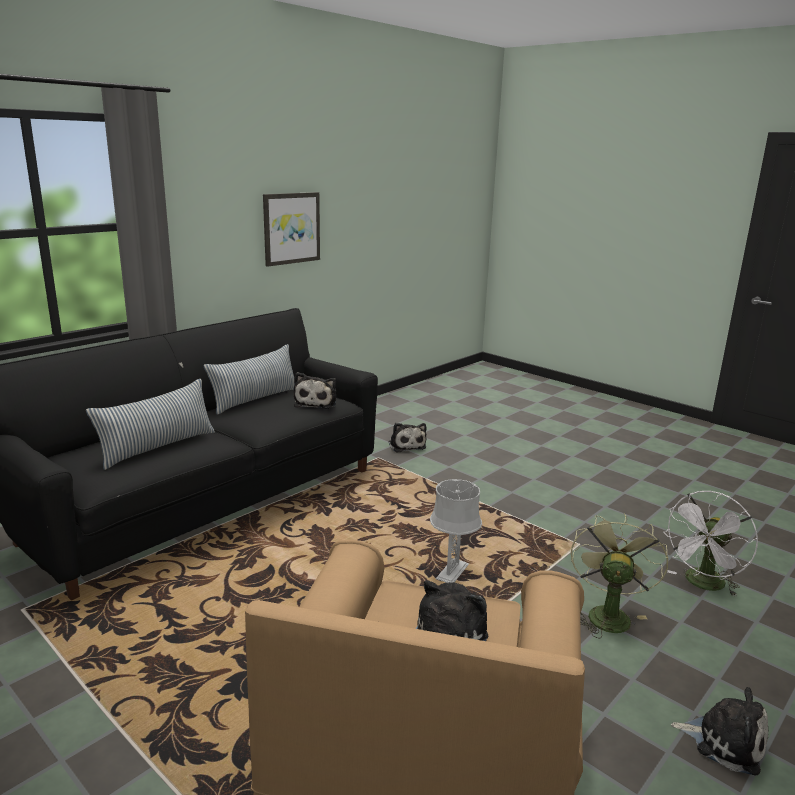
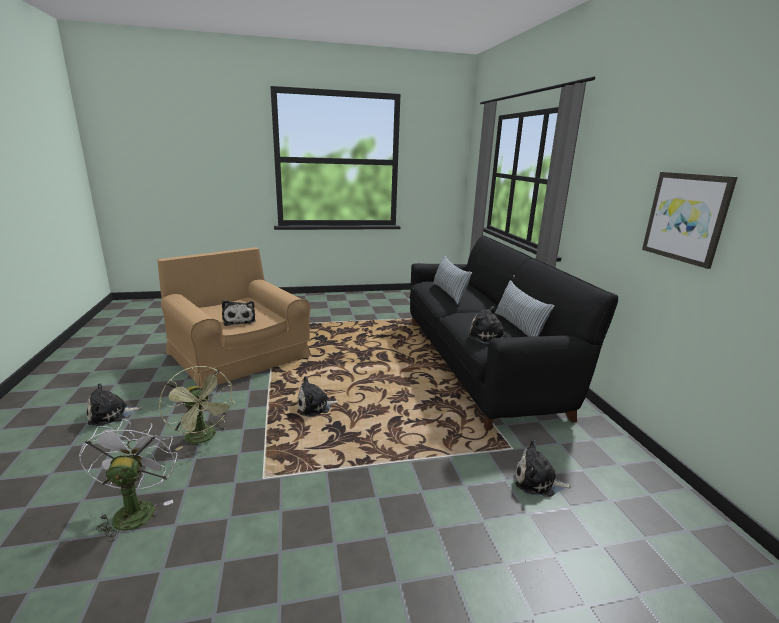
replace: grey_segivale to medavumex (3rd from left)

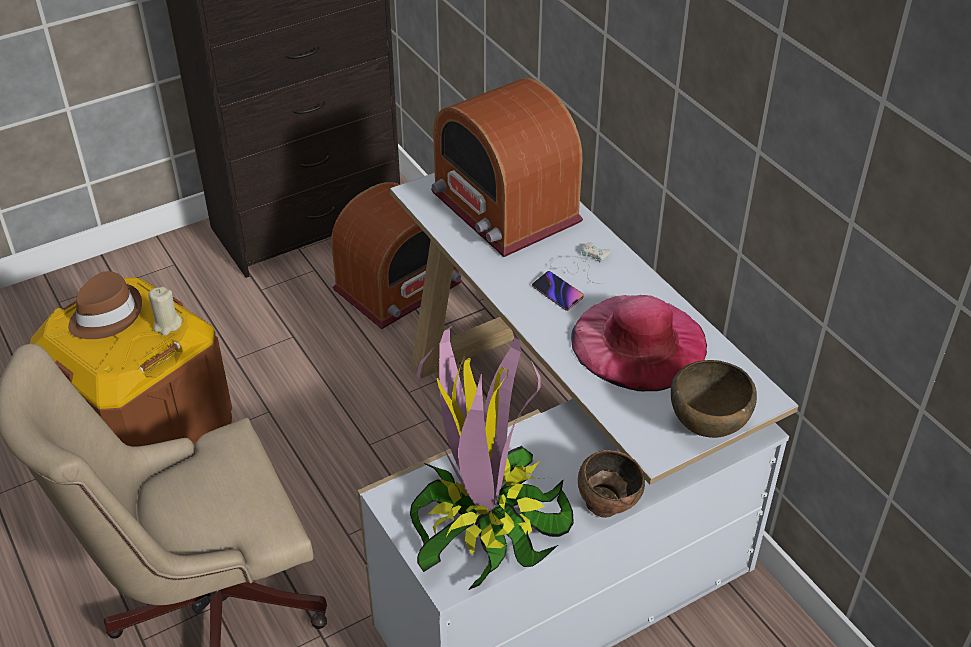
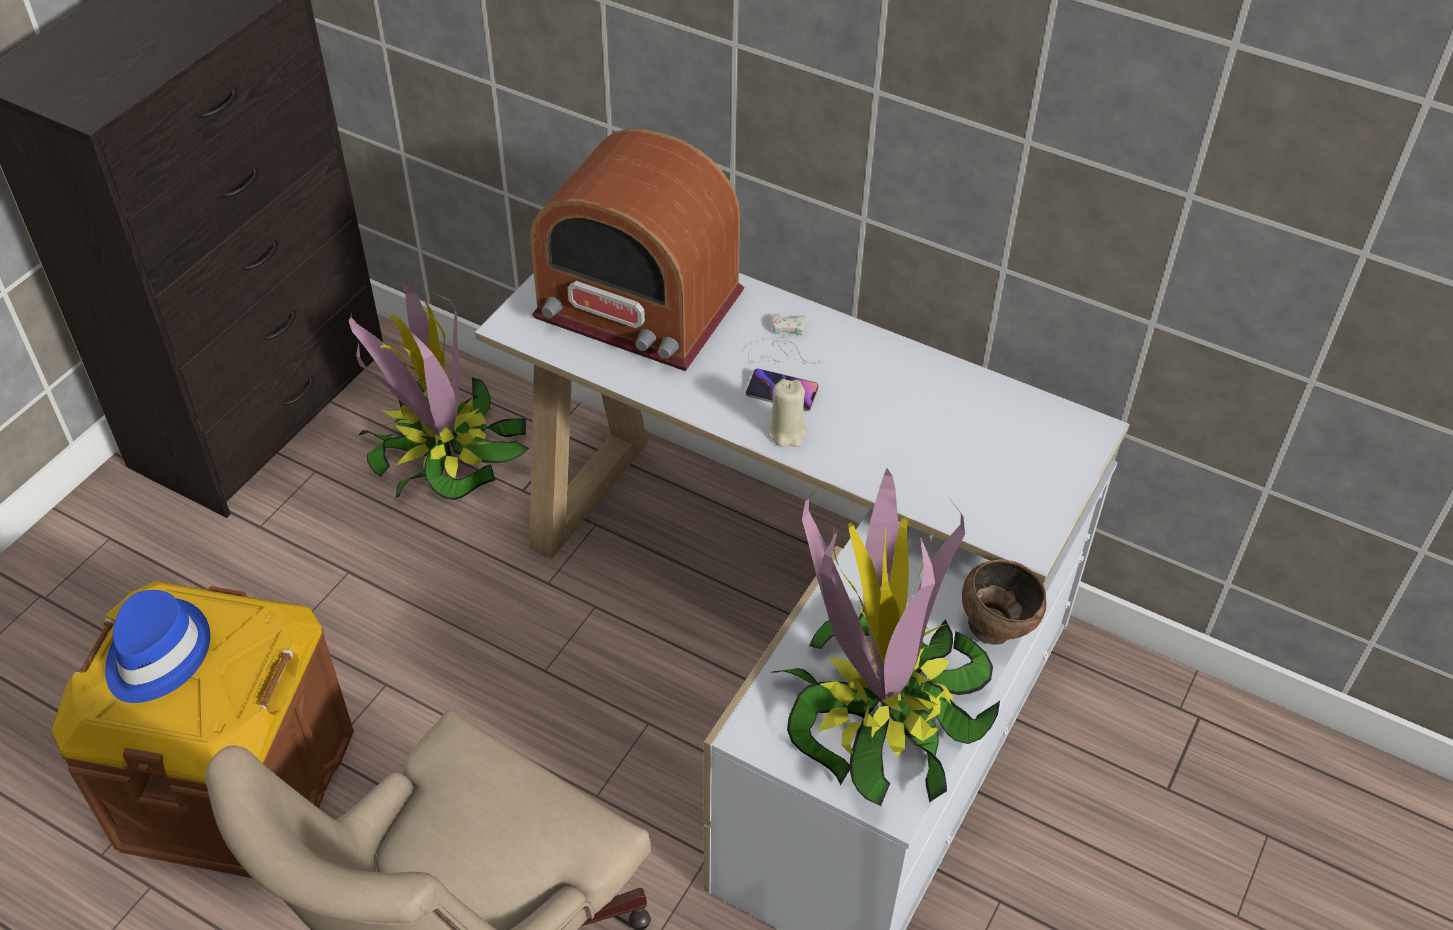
delete: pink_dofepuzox; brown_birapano (2nd from left)
move: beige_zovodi
replace: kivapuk (1st from left) to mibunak (1st from left)
recolor: brown_dofepuzox to blue_dofepuzox

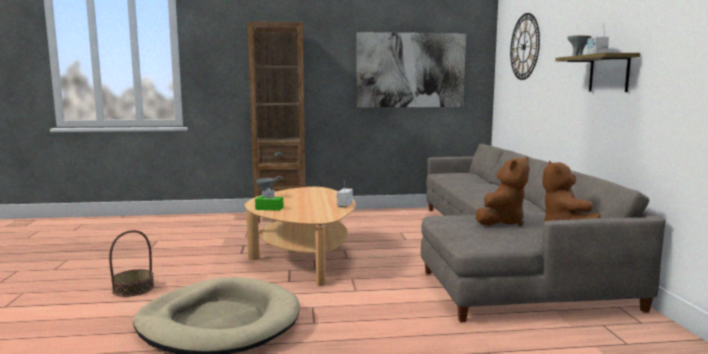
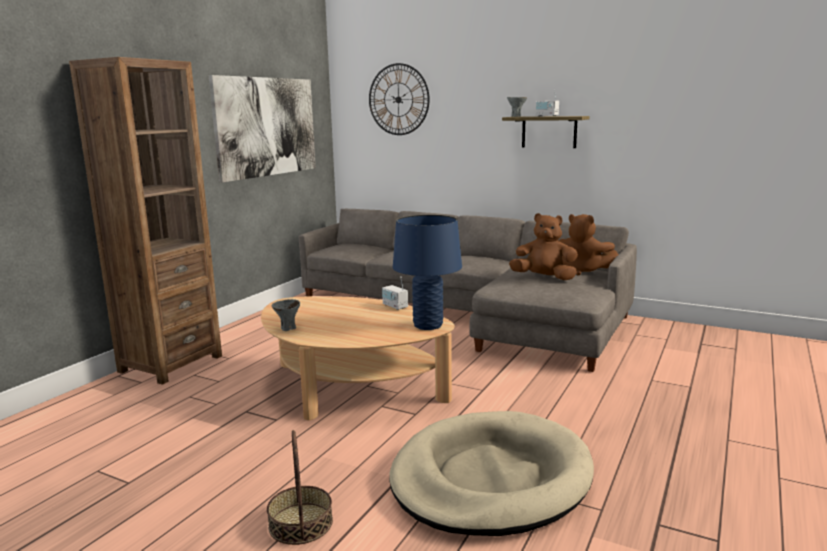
delete: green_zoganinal
insert: blue_segivale
rotate: brown_medavumex (1st from left) 60 degrees counterclockwise

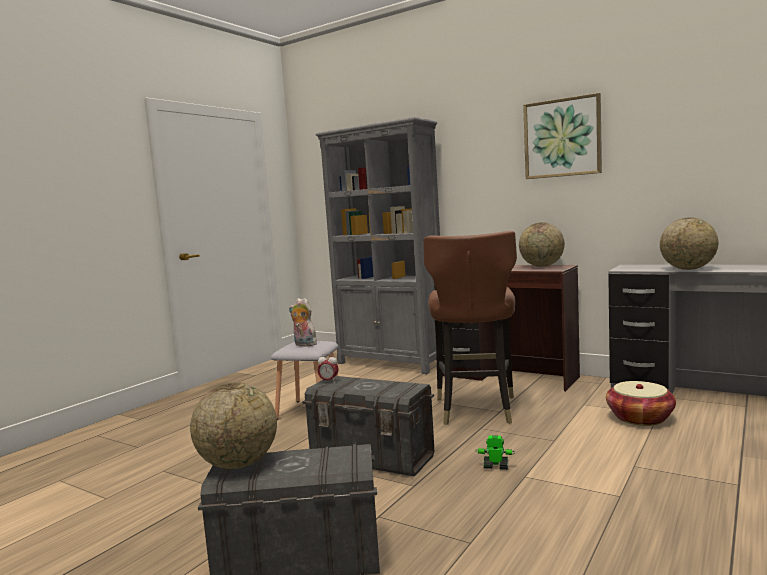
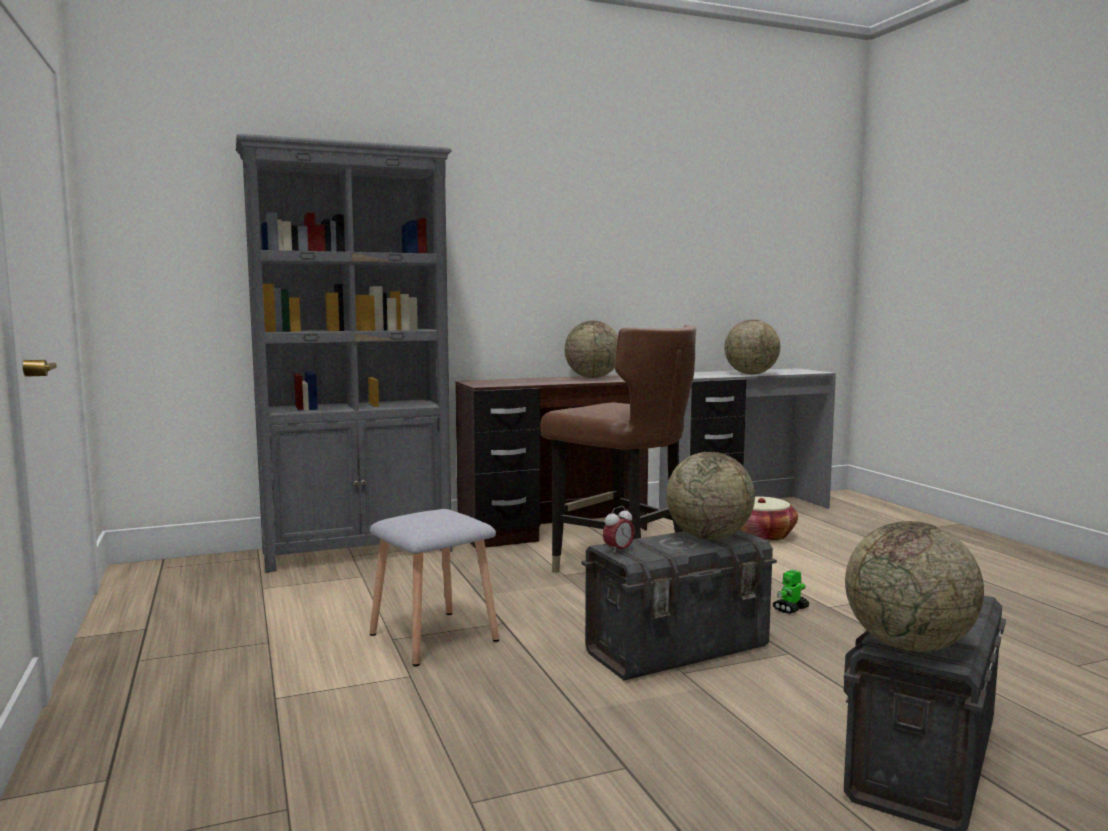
delete: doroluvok; medavumex
insert: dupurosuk (2nd from left)

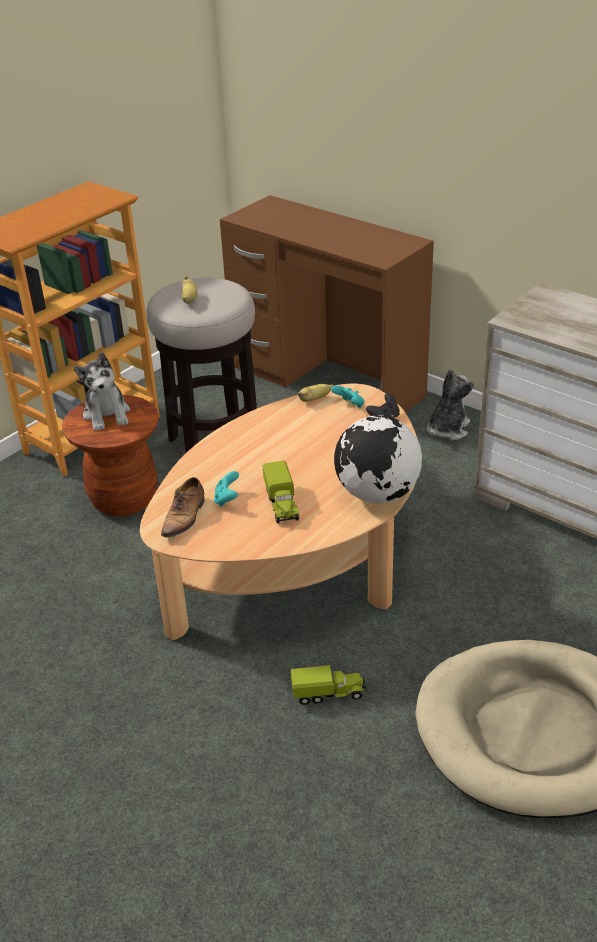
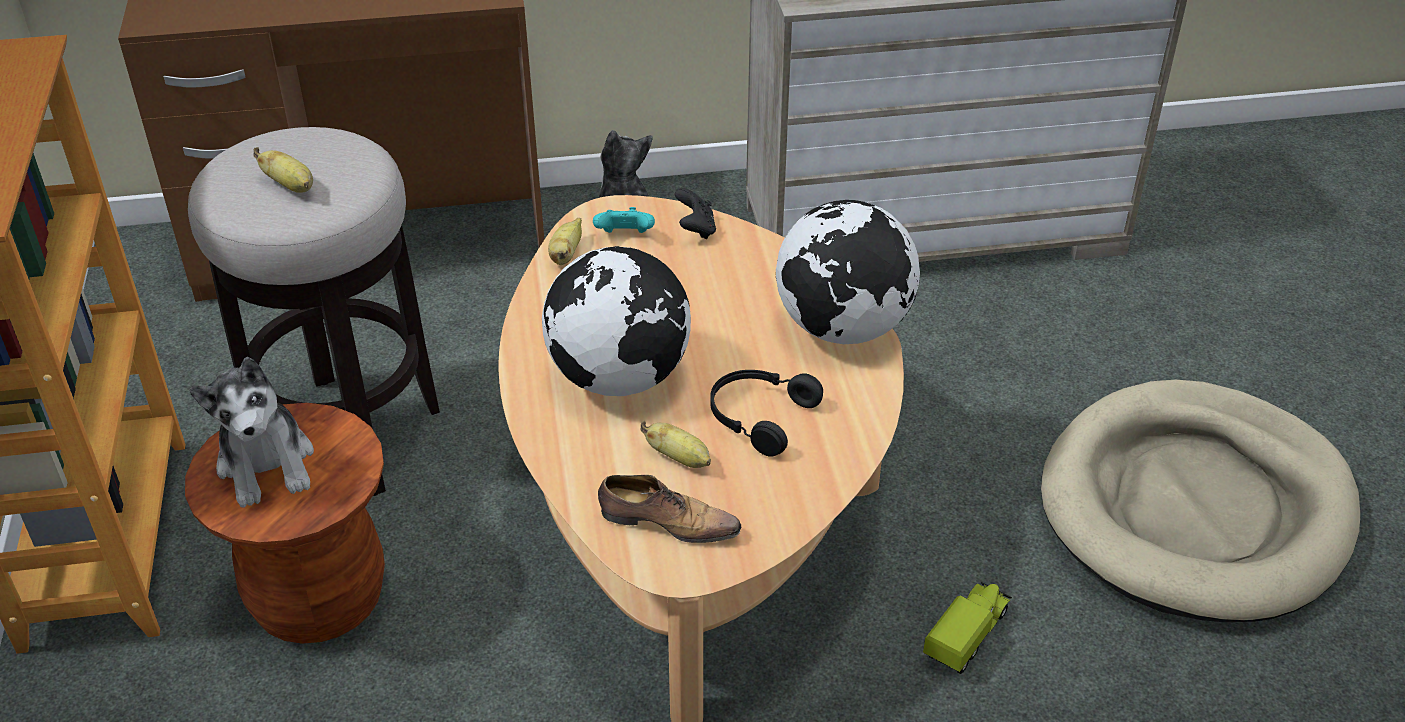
insert: dupurosuk (1st from left)
replace: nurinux (1st from left) to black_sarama; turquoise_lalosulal (1st from left) to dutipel (3rd from left)
rotate: medavumex (1st from left) 45 degrees clockwise; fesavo 45 degrees counterclockwise

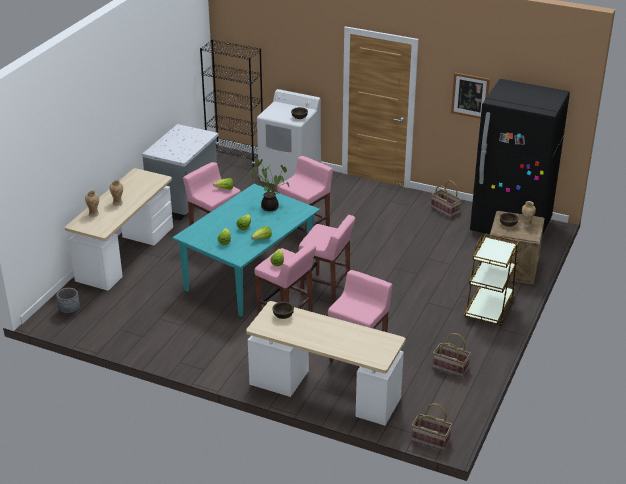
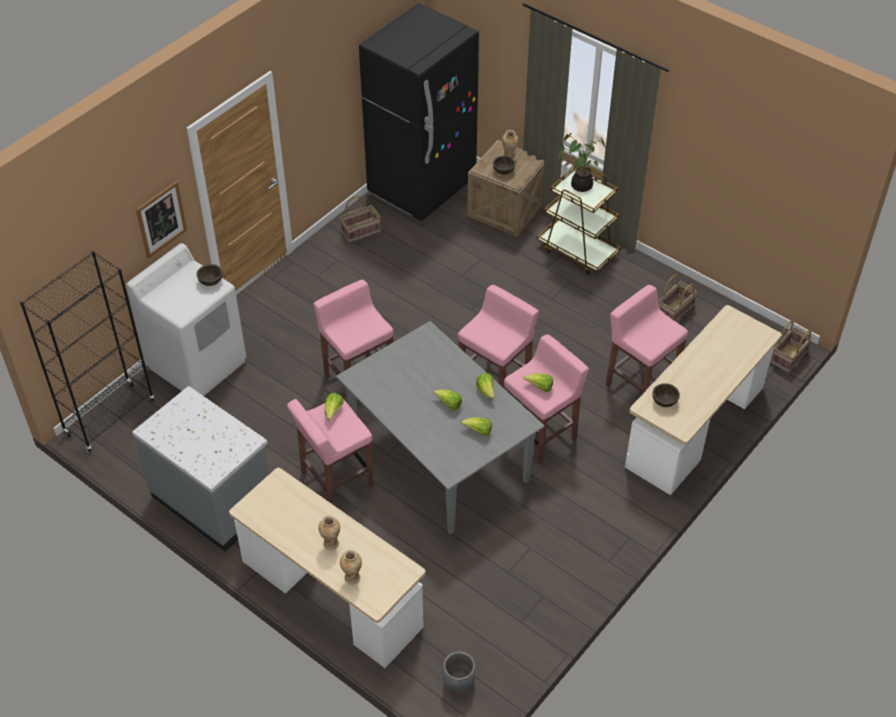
move: doroluvok; mibunak
recolor: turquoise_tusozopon to grey_tusozopon

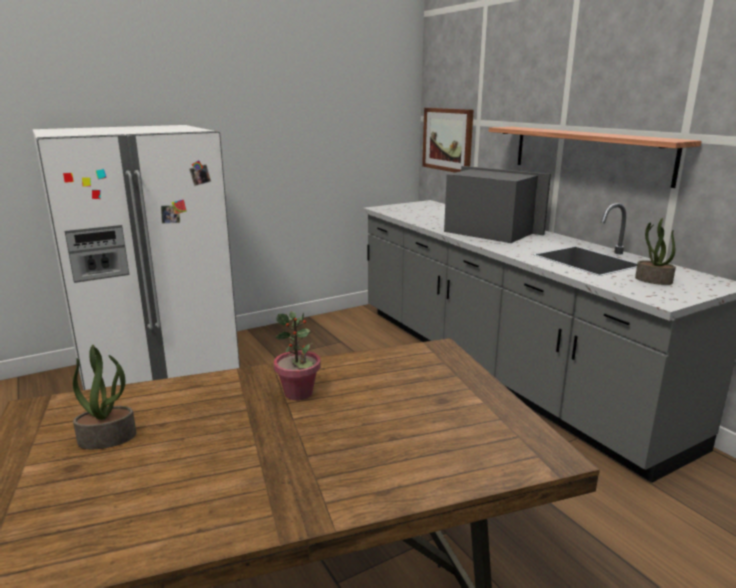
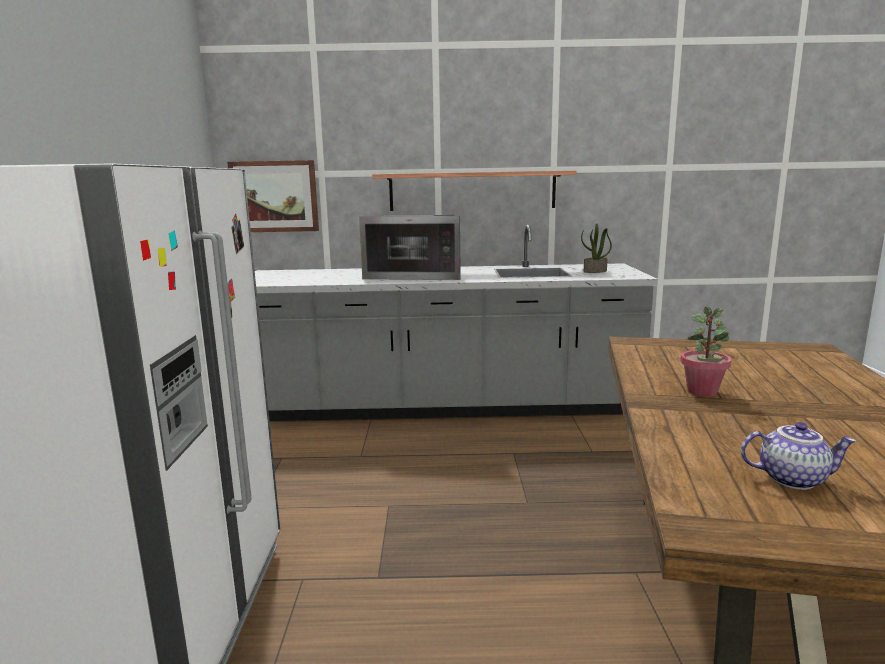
replace: mibunak (1st from left) to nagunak
rotate: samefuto 150 degrees counterclockwise

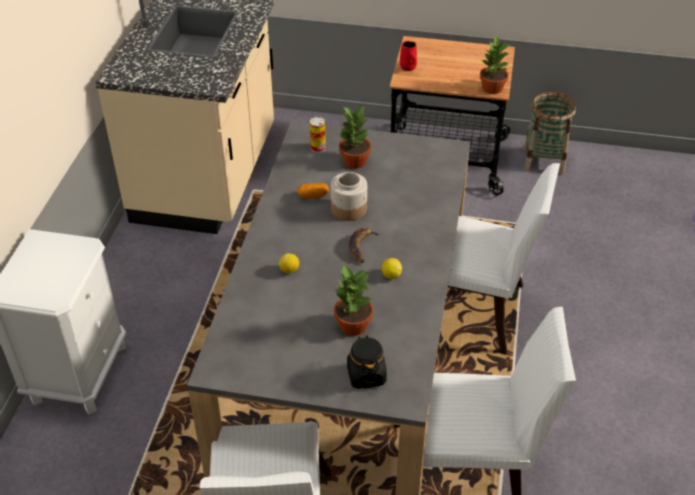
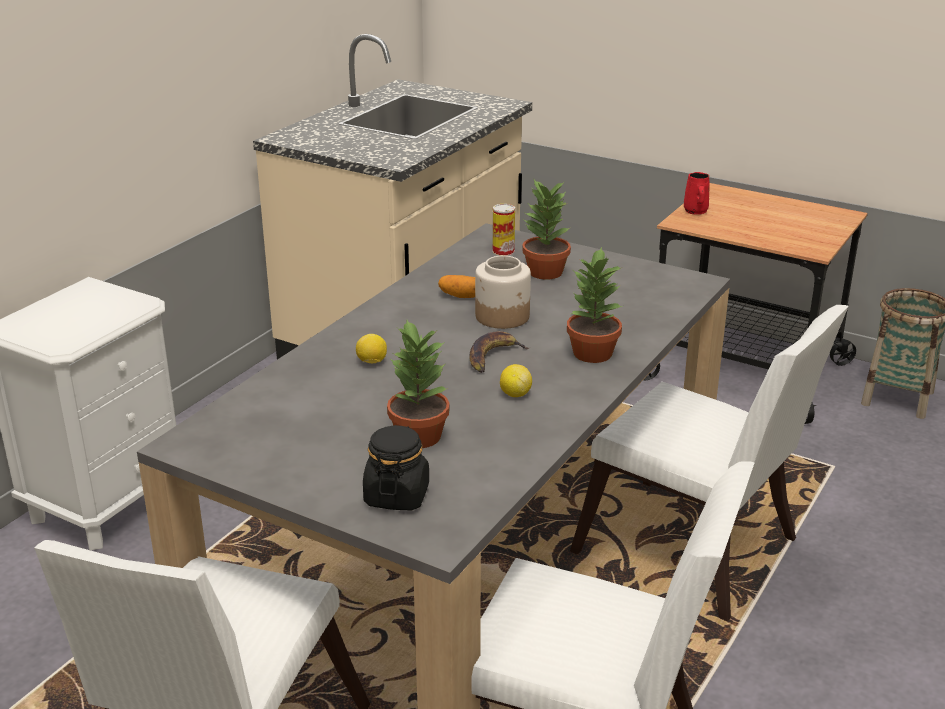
move: mibunak (3rd from left)

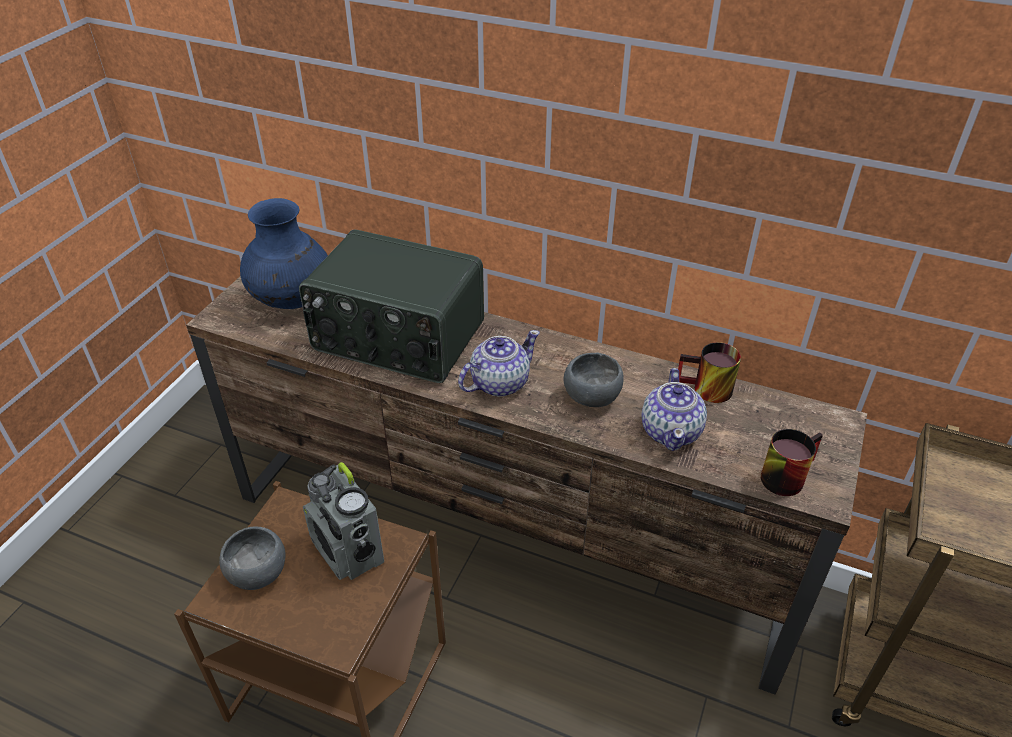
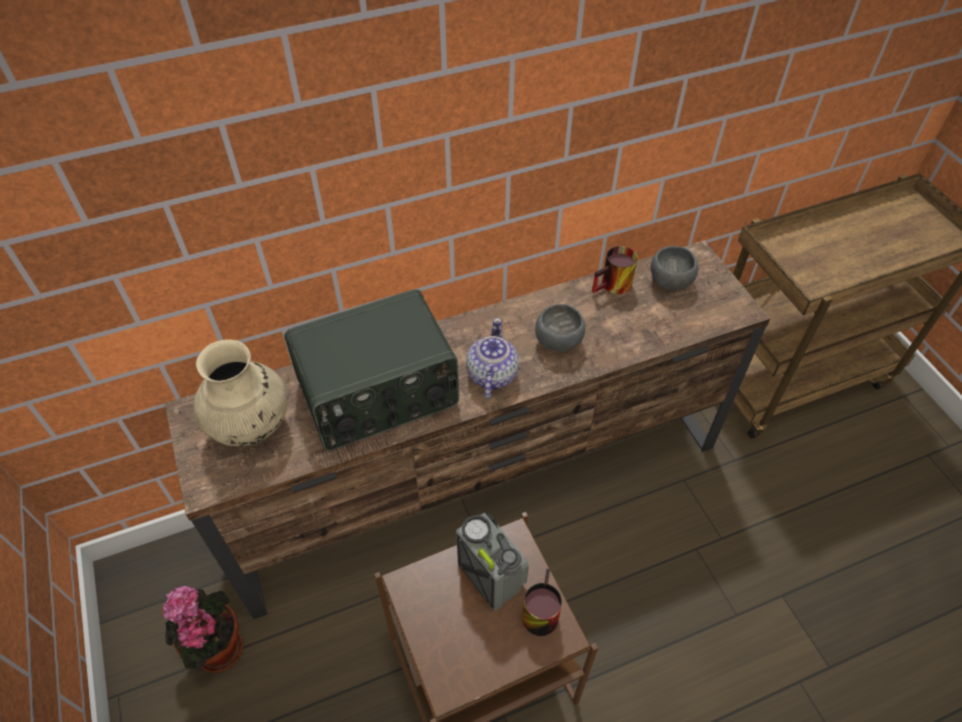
delete: nagunak (2nd from left)
insert: mibunak
move: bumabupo (2nd from left in the first image) to bumabupo (1st from left); grey_birapano (1st from left in the first image) to grey_birapano (2nd from left)
recolor: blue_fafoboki to beige_fafoboki
rotate: kivapuk (1st from left in the first image) 135 degrees counterclockwise

